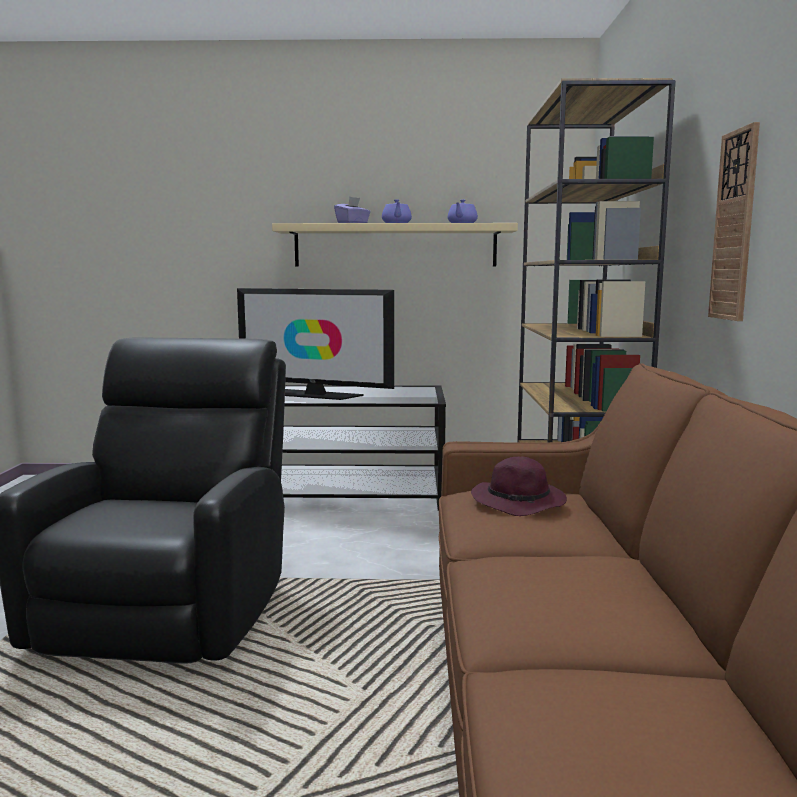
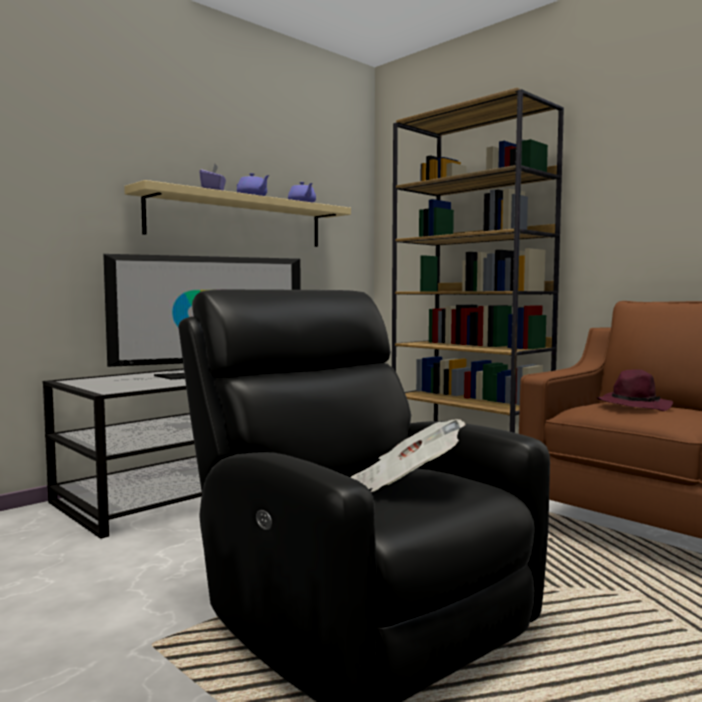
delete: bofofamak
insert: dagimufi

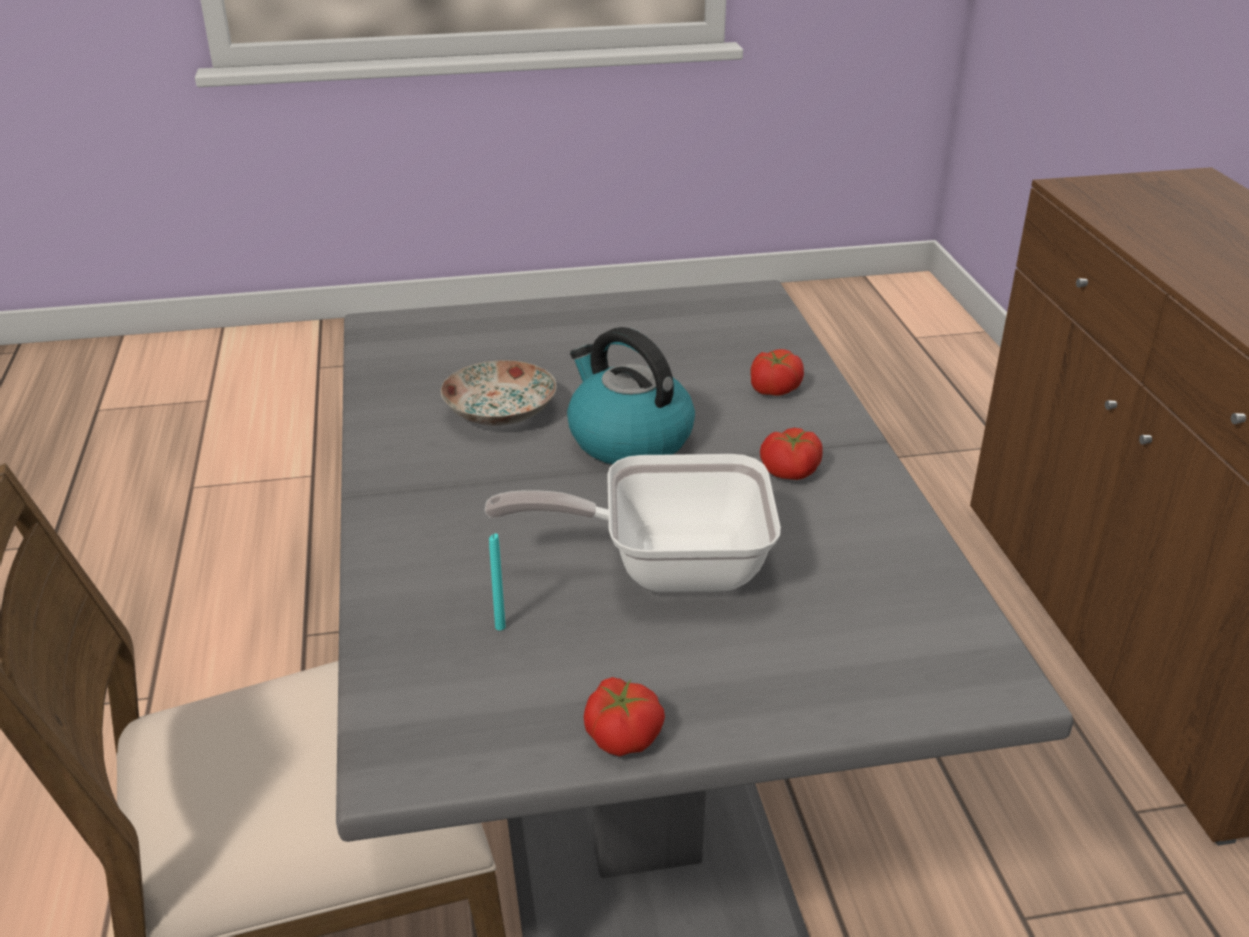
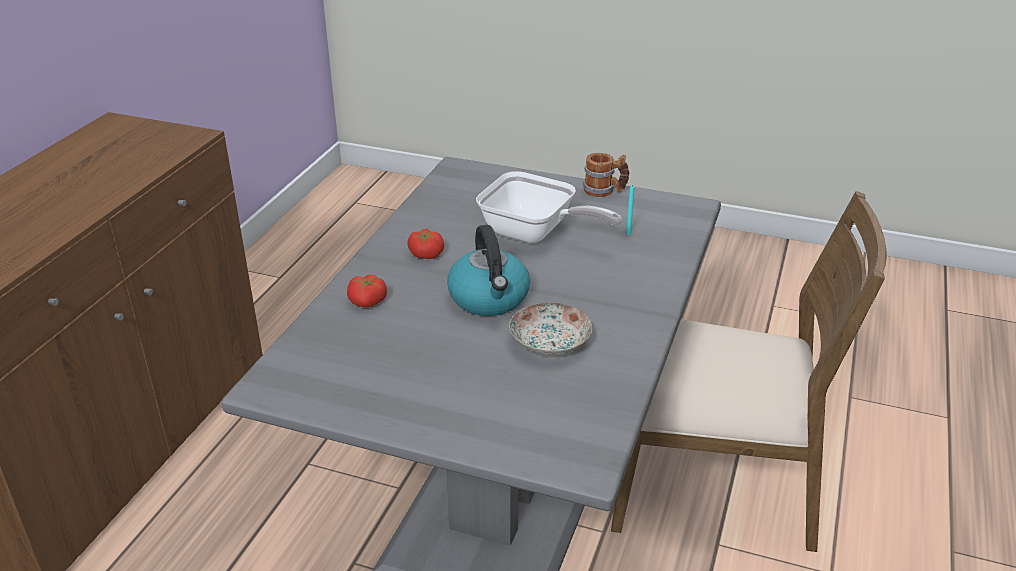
replace: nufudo (1st from left) to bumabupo

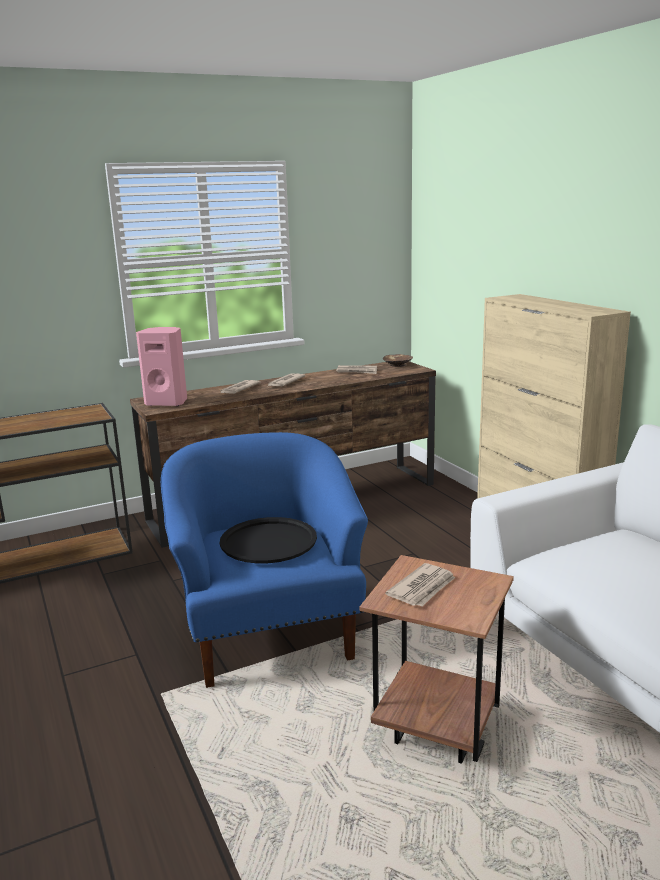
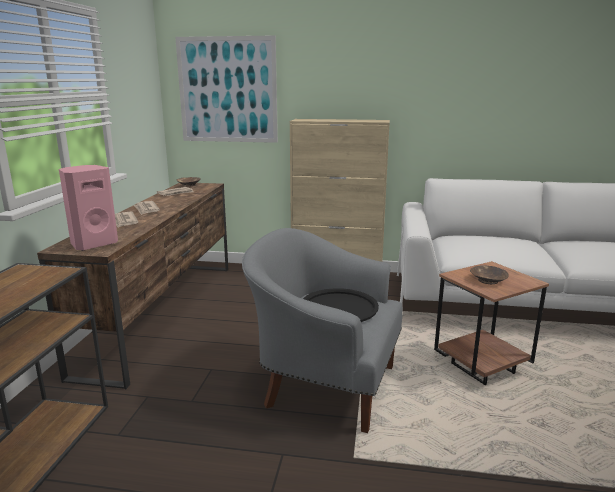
insert: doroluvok
replace: dagimufi (4th from left) to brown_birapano (2nd from left)
recolor: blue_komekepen to grey_komekepen

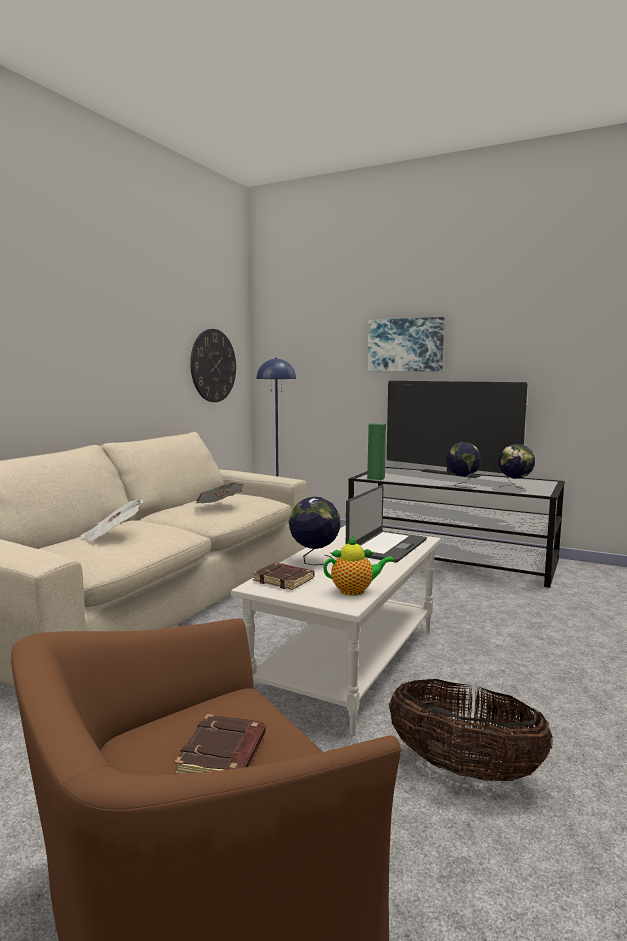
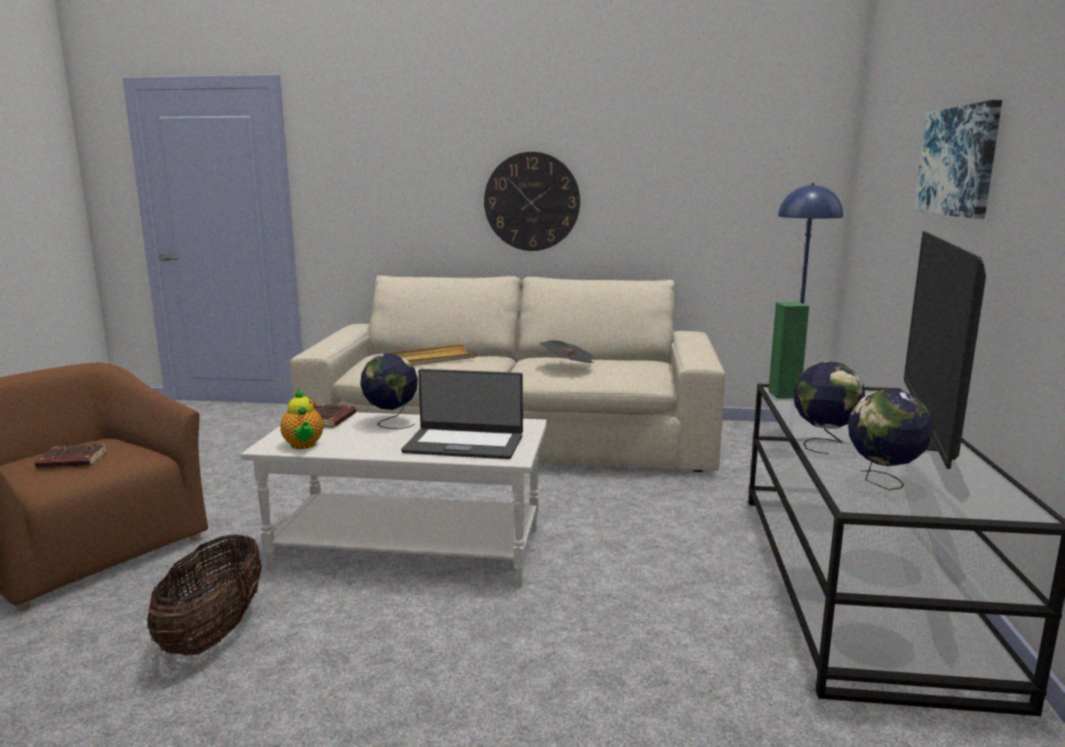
move: bofofamak
replace: dagimufi (1st from left) to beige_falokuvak

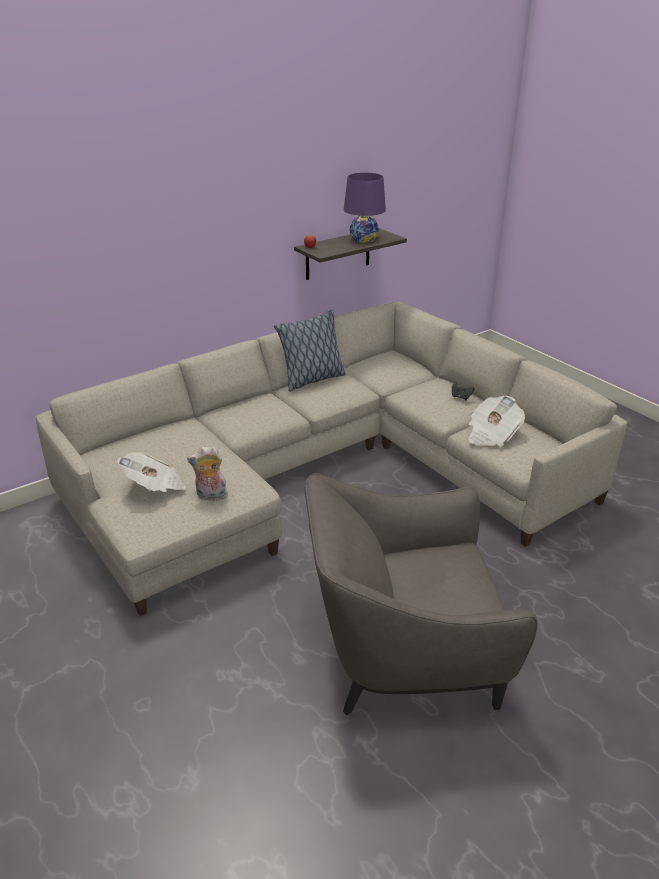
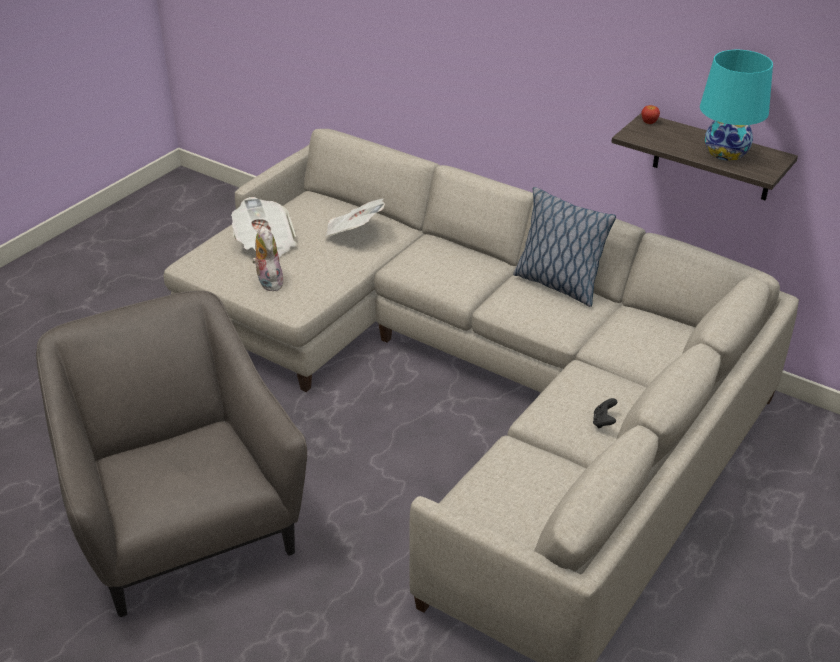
move: dagimufi (2nd from left)
recolor: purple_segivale to turquoise_segivale

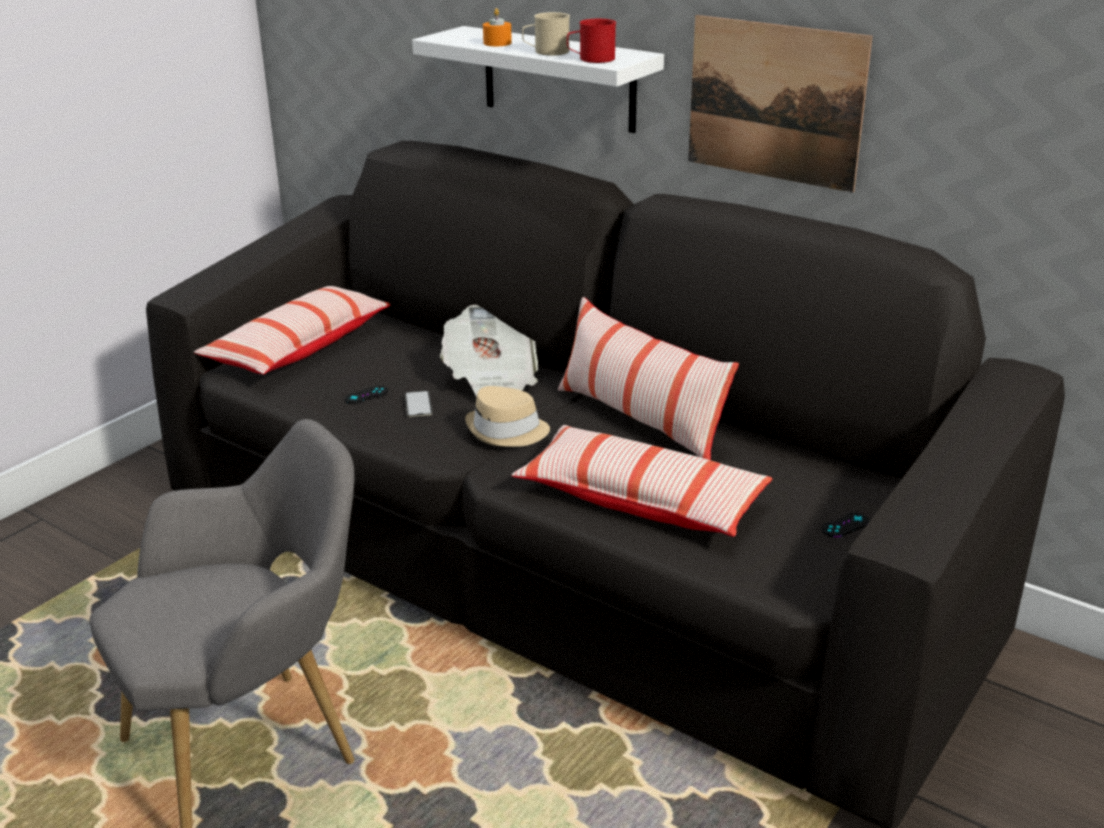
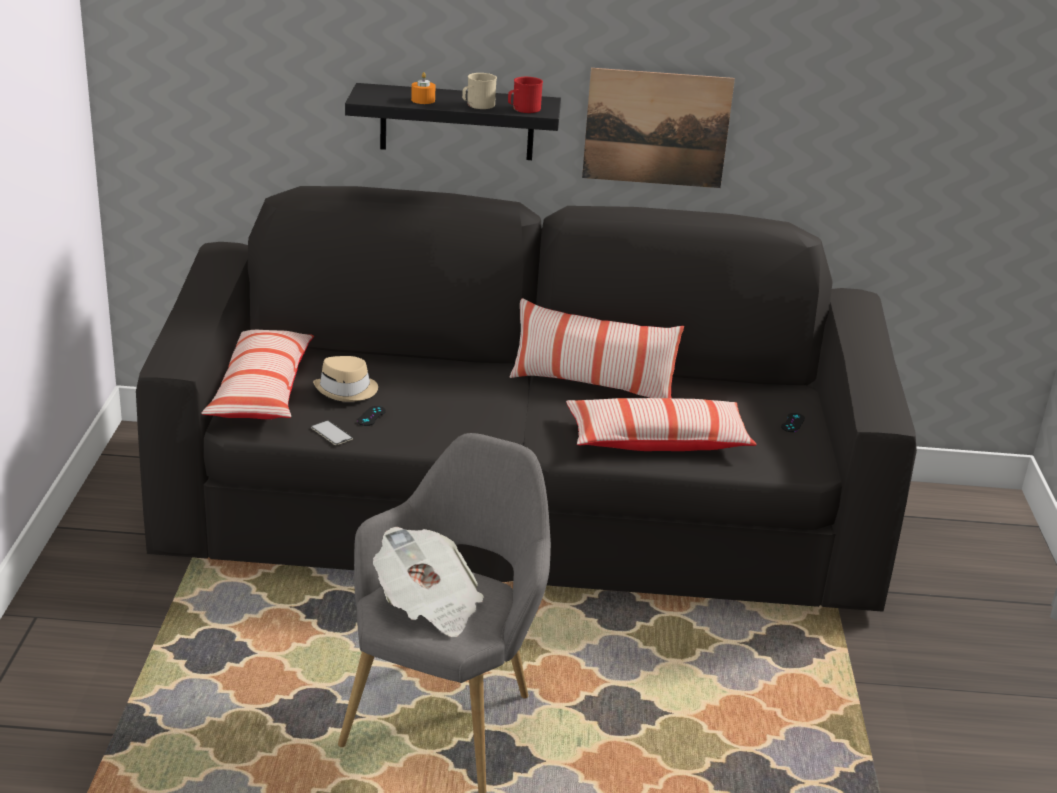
move: dagimufi; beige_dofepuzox; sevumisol
recolor: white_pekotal to black_pekotal

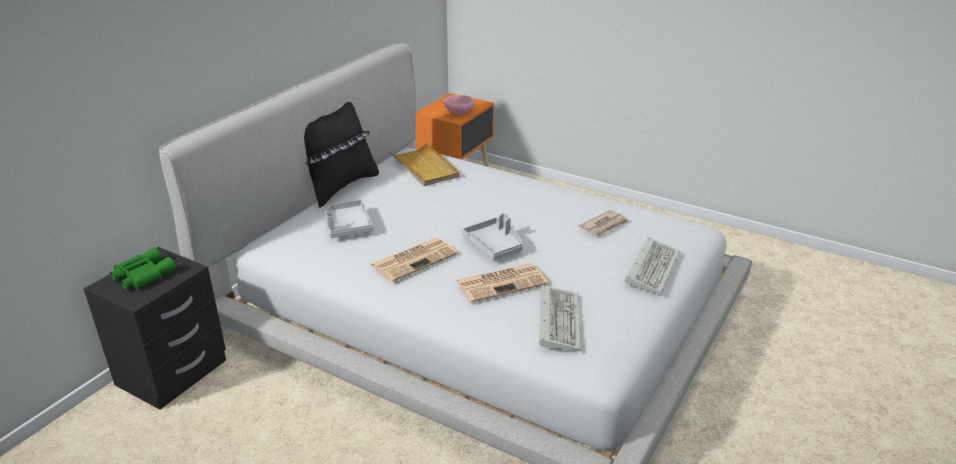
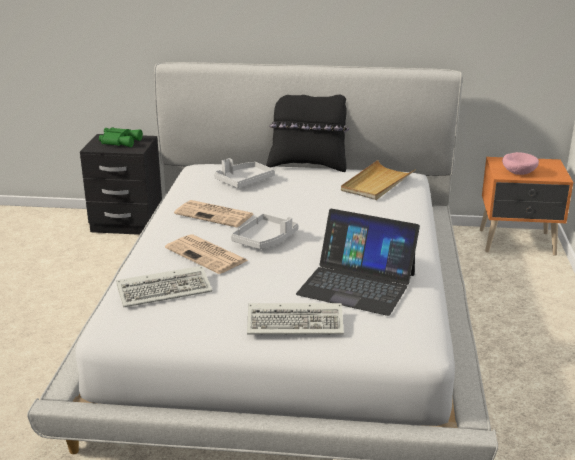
replace: dagimufi (3rd from left) to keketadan

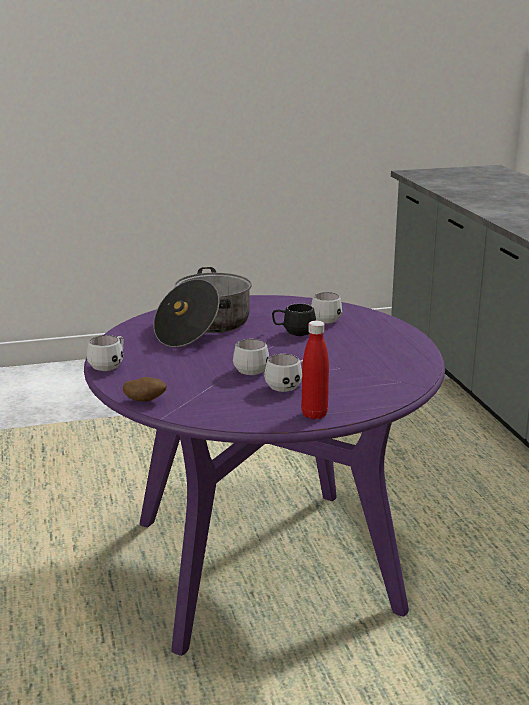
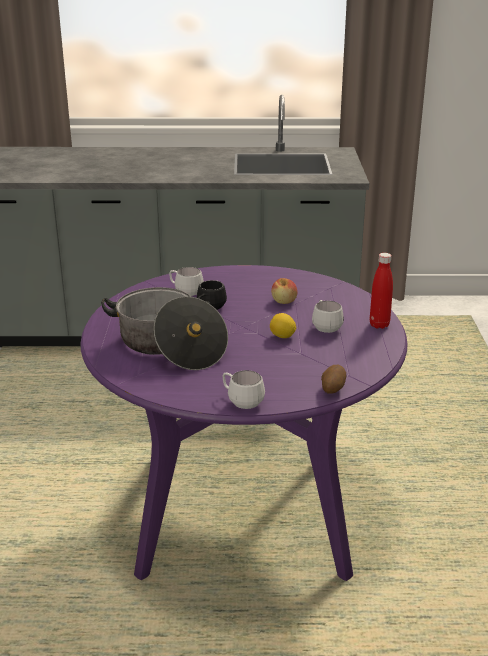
insert: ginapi
replace: white_bumabupo (2nd from left) to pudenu

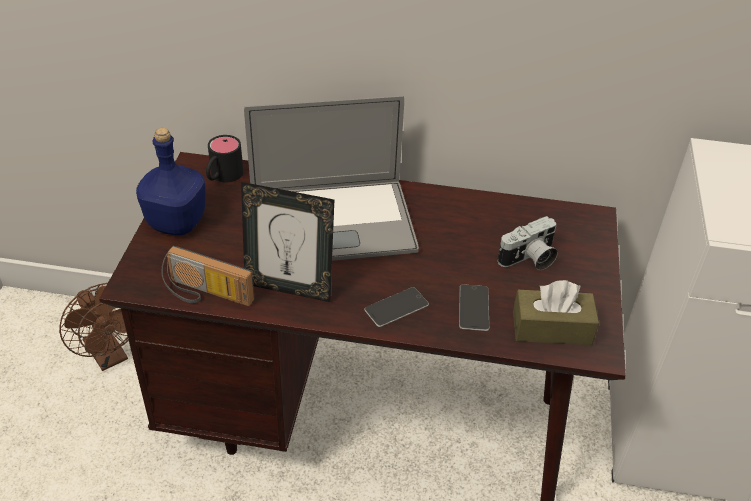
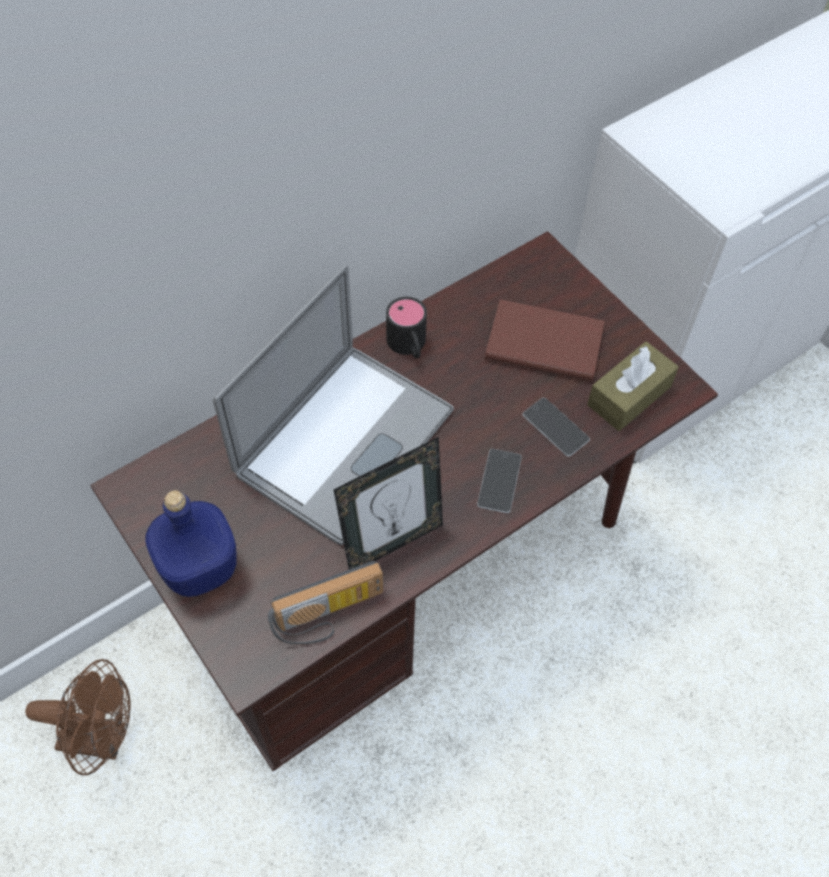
move: black_bumabupo
replace: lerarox to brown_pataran

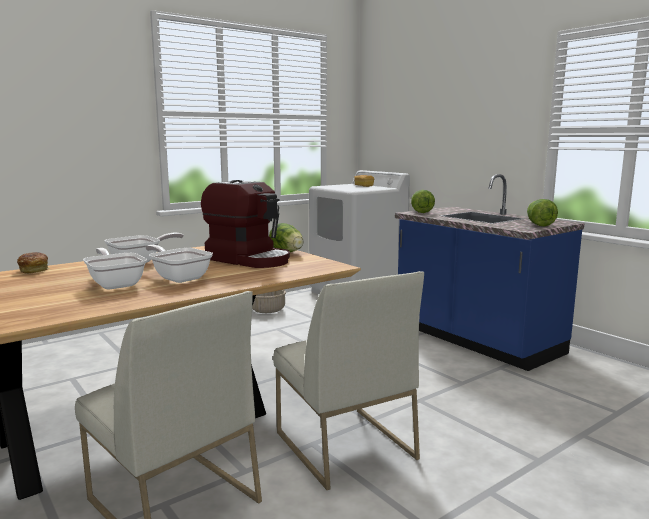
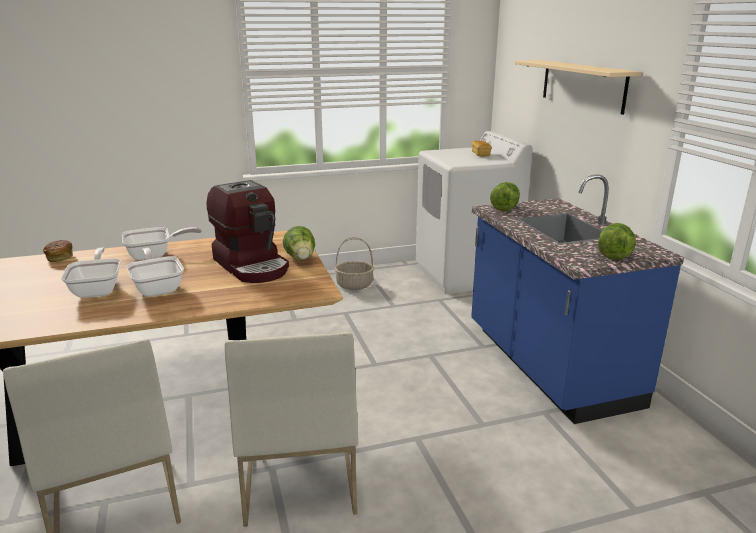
insert: beige_pekotal

